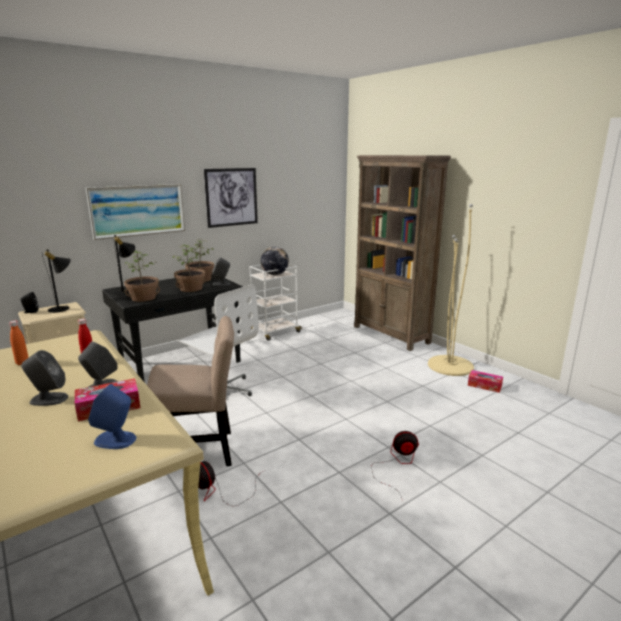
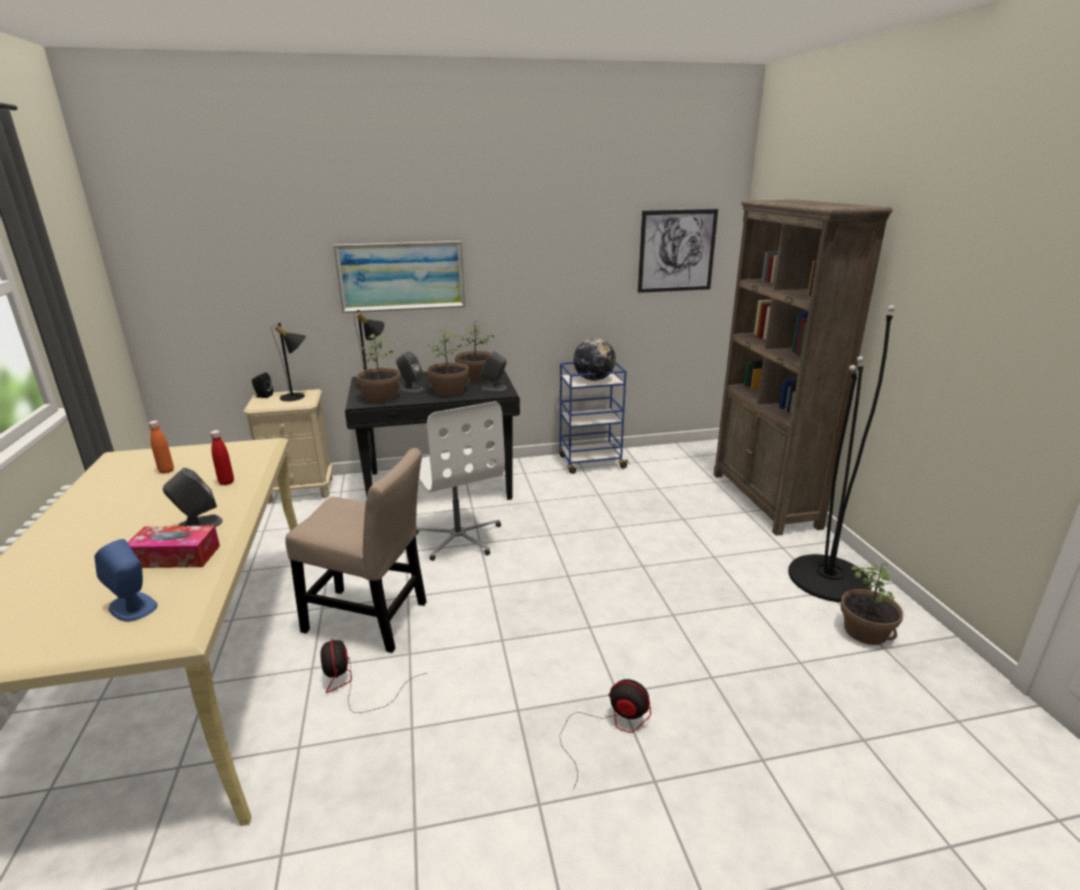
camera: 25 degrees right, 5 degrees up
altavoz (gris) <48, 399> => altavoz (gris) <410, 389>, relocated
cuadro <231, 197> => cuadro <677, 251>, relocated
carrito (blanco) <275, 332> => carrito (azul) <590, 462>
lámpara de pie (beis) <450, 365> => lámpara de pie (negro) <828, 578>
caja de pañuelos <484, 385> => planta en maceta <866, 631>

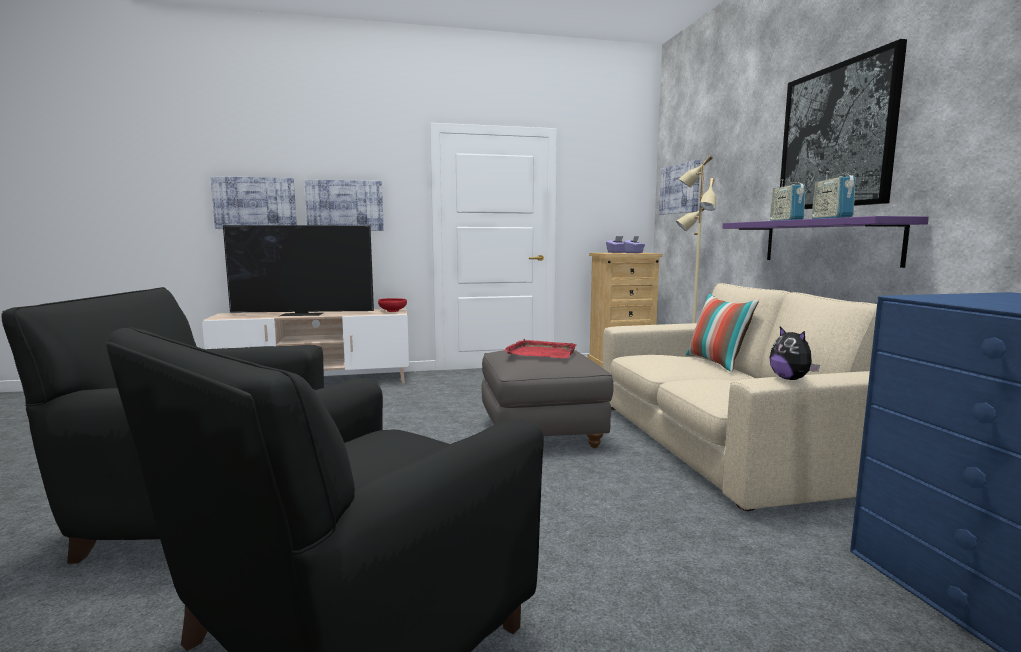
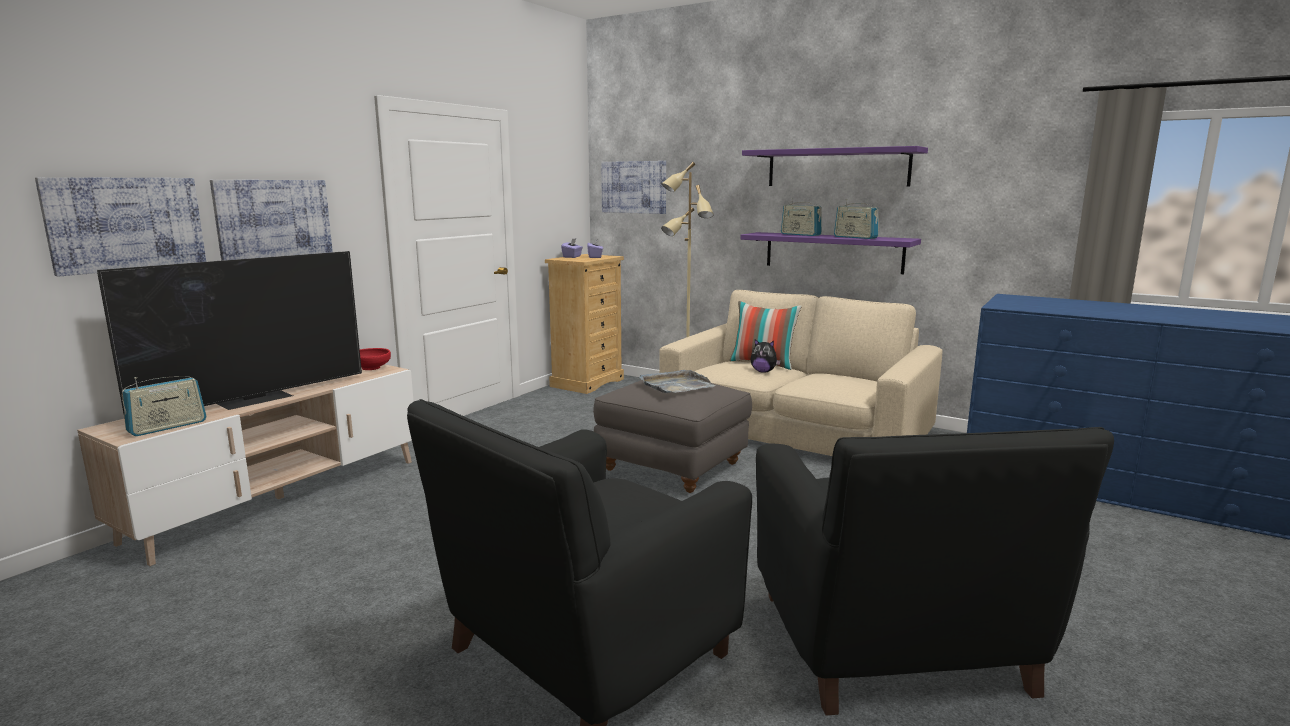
camera: 45 degrees left, 5 degrees up
bandeja (rojo) <541, 353> => bandeja (gris) <676, 385>
peluche <790, 379> => peluche <763, 371>, relocated
cuadro <836, 137> => estante (morado) <837, 168>
nothing => radio <168, 427>

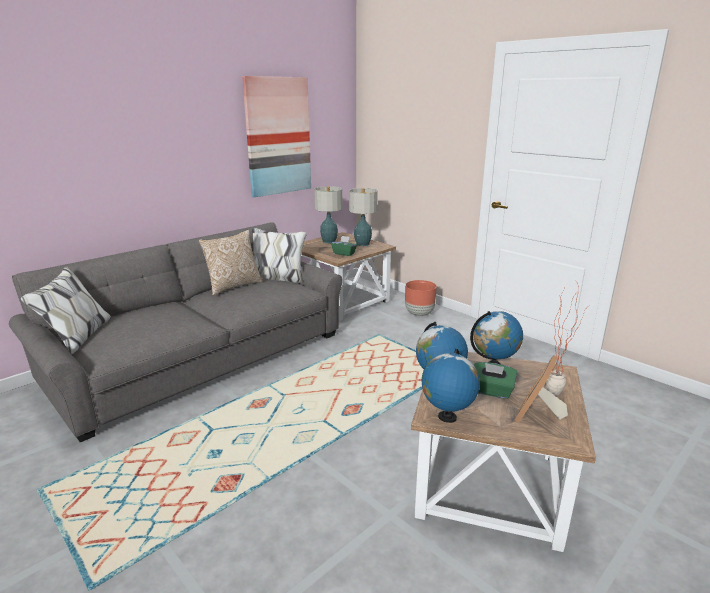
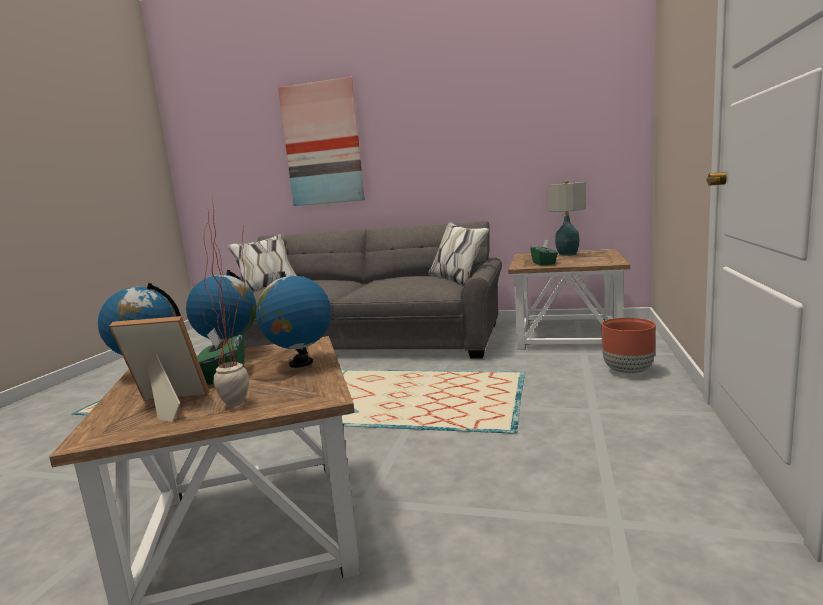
camera: 60 degrees right, 10 degrees down
cojín <233, 286> => nothing
cuadro <278, 136> => cuadro <322, 144>, relocated
lámpara de mesa <362, 244> => nothing

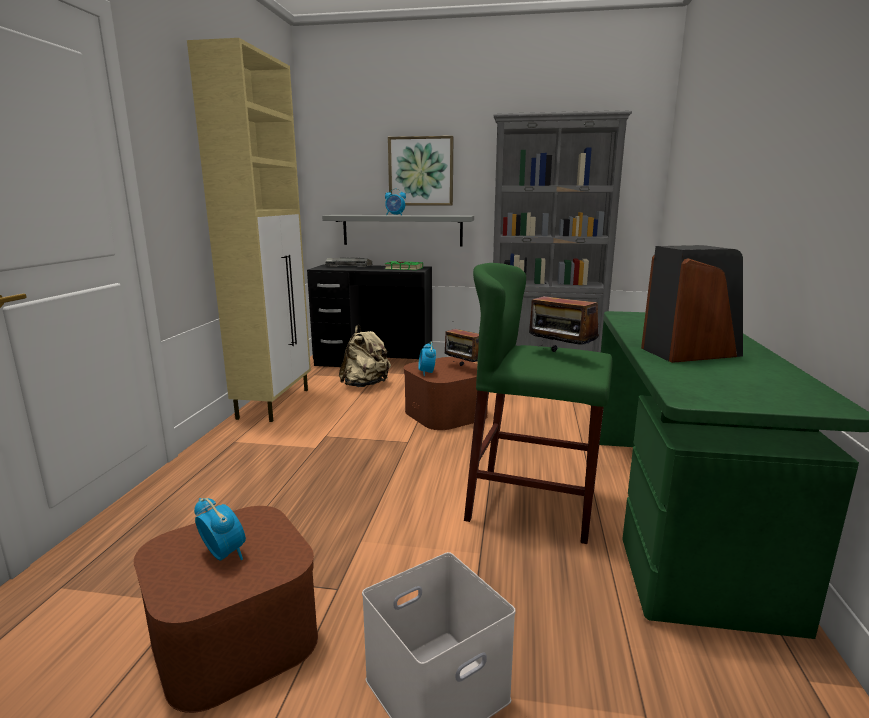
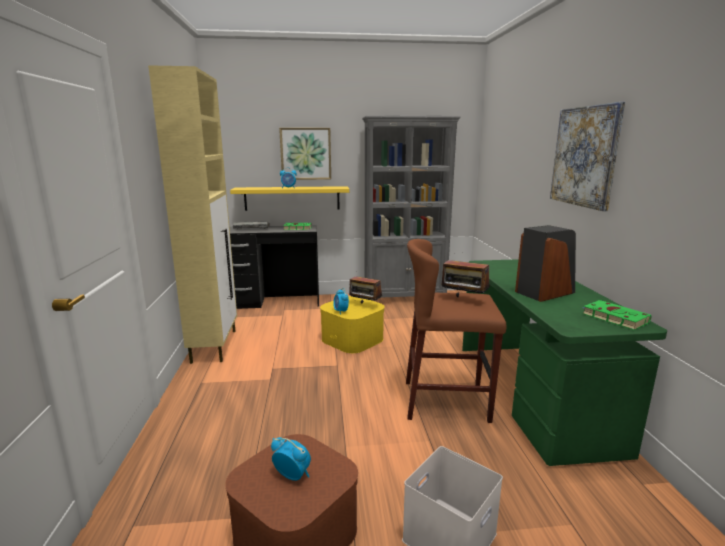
camera: 15 degrees left, 0 degrees up
estante (gris) <402, 230> => estante (amarillo) <292, 198>
mochila (beis) <365, 385> => nothing
caja de almacenaje (marrón) <446, 413> => caja de almacenaje (amarillo) <352, 339>
taburete (verde) <532, 505> => taburete (marrón) <446, 401>
nothing => cuadro <585, 156>
nothing => libro (verde) <613, 317>

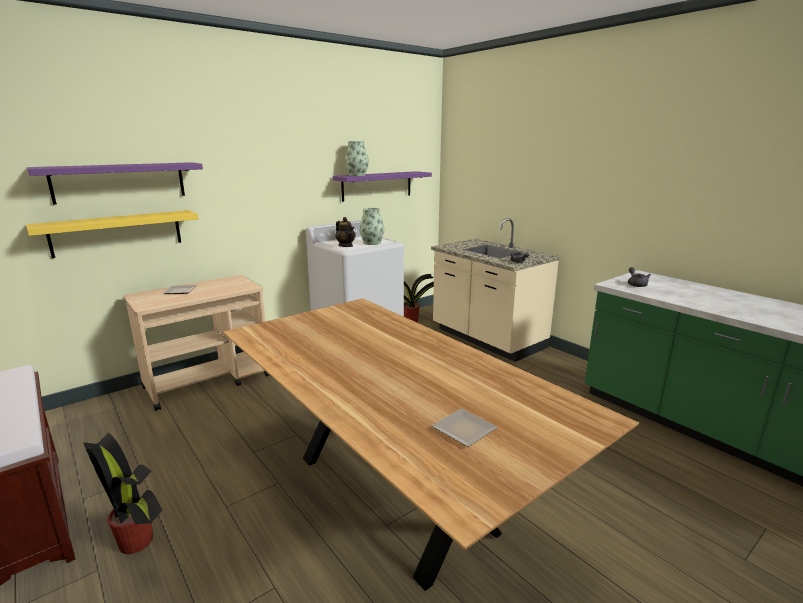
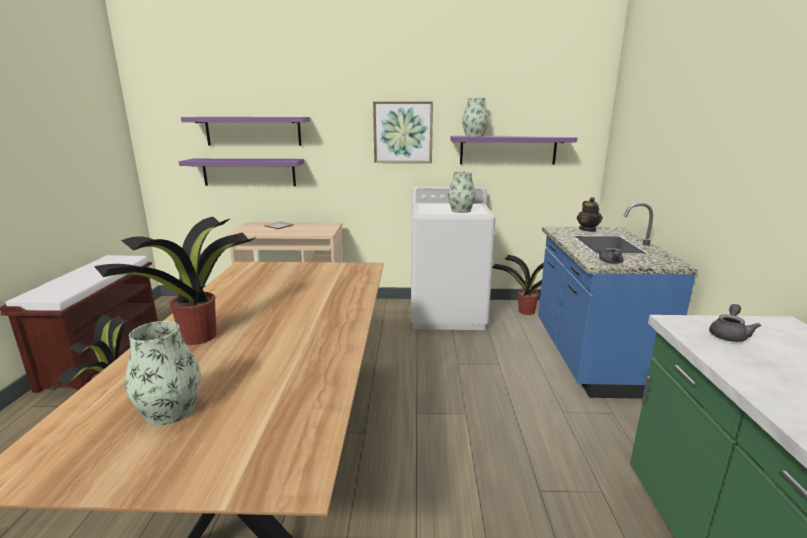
camera: 40 degrees right, 0 degrees up
estante (amarillo) <117, 233> => estante (morado) <249, 172>
tetera <345, 246> => tetera <587, 230>, relocated
mueble bajo de cocina (beis) <487, 339> => mueble bajo de cocina (azul) <590, 358>
plato <464, 431> => florero <170, 410>
nothing => planta en maceta <200, 336>
nothing => cuadro <403, 132>

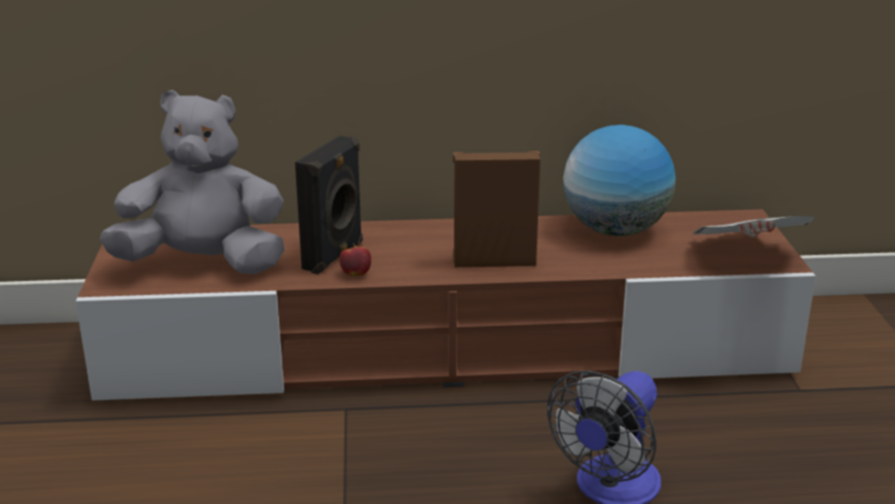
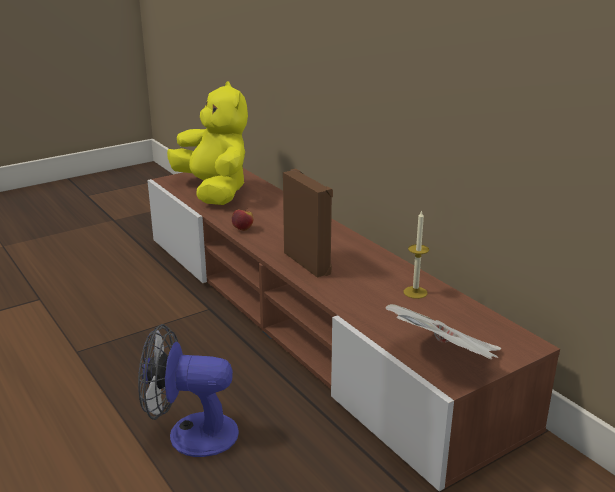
camera: 60 degrees right, 0 degrees up
peluche (gris) <204, 264> => peluche (amarillo) <214, 191>
altavoz (negro) <335, 256> => nothing
globo terráqueo <615, 231> => vela <415, 292>

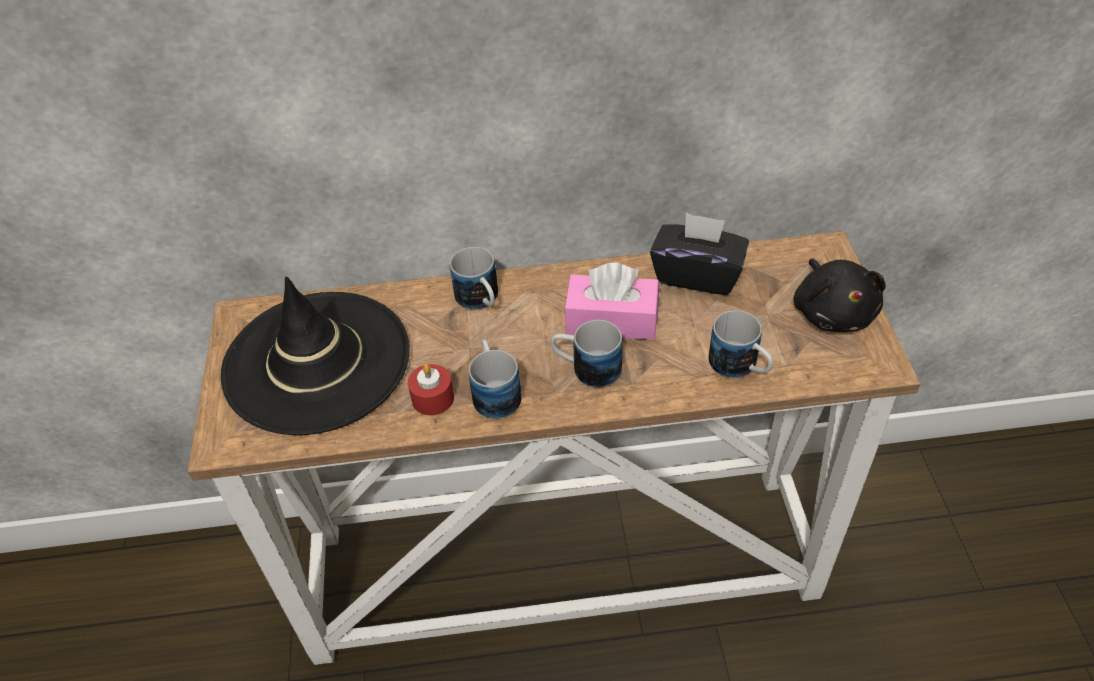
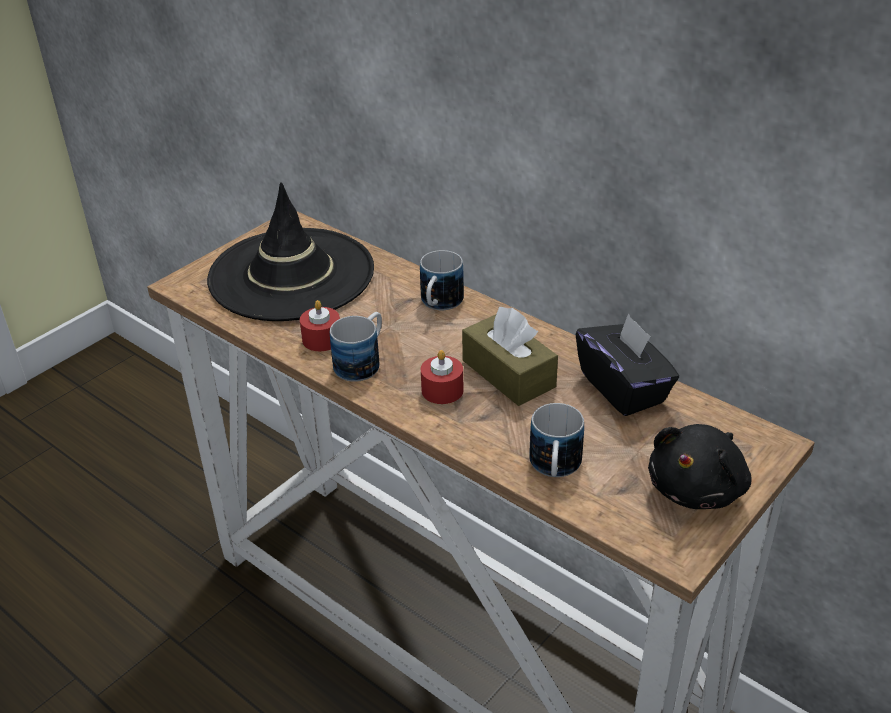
camera: 45 degrees right, 10 degrees down
taza grande <586, 368> => vela (rojo) <442, 390>
caja de pañuelos (rosa) <611, 320> => caja de pañuelos (marrón) <508, 373>

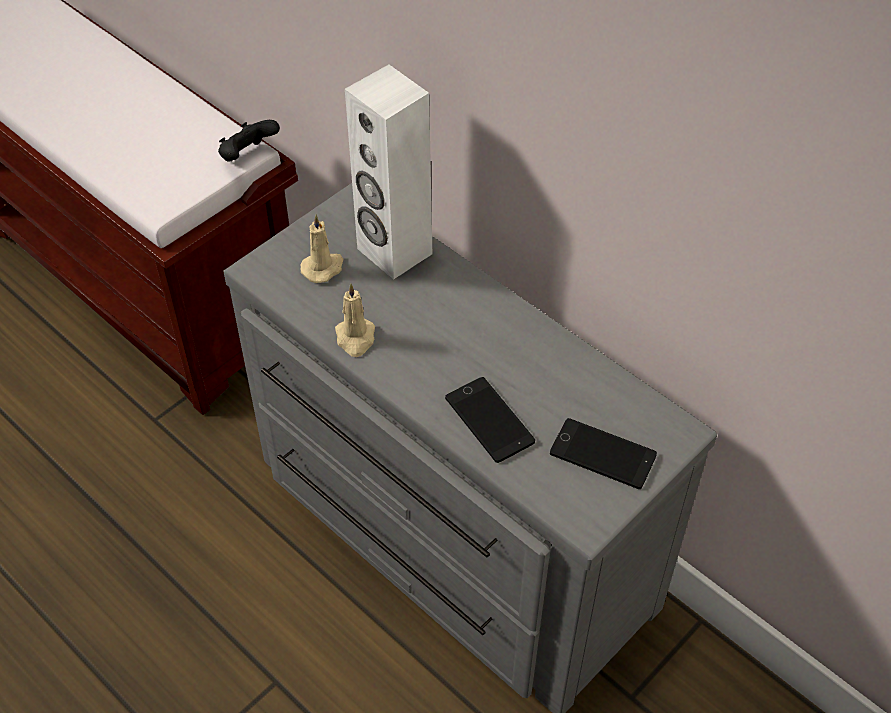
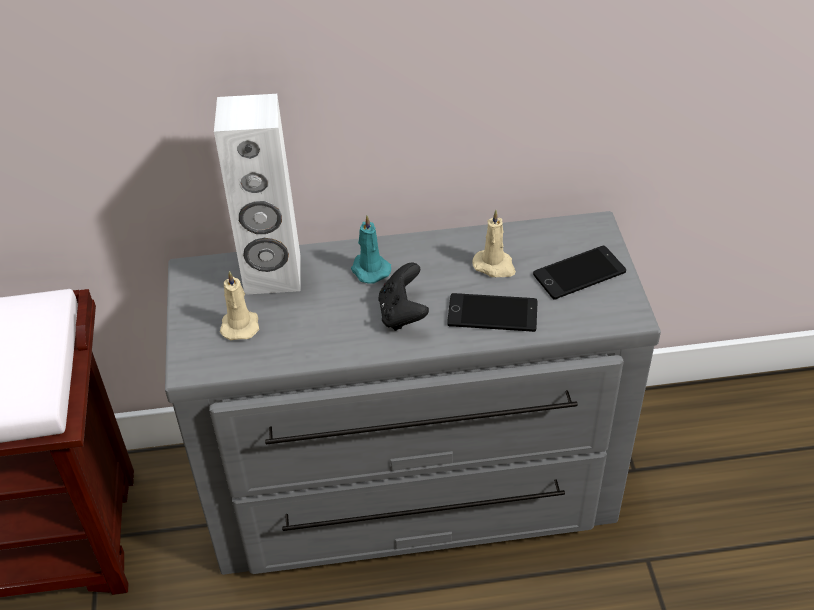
camera: 50 degrees left, 5 degrees down
mando de consola (negro) <248, 156> => mando de consola (negro) <402, 314>, relocated
vela (beis) <355, 338> => vela (beis) <495, 266>, relocated
nothing => vela (turquesa) <369, 269>

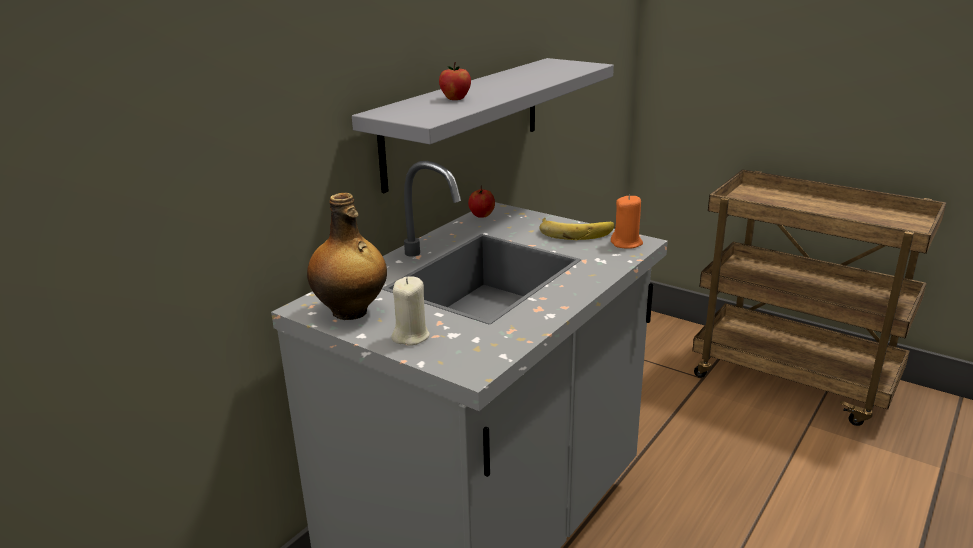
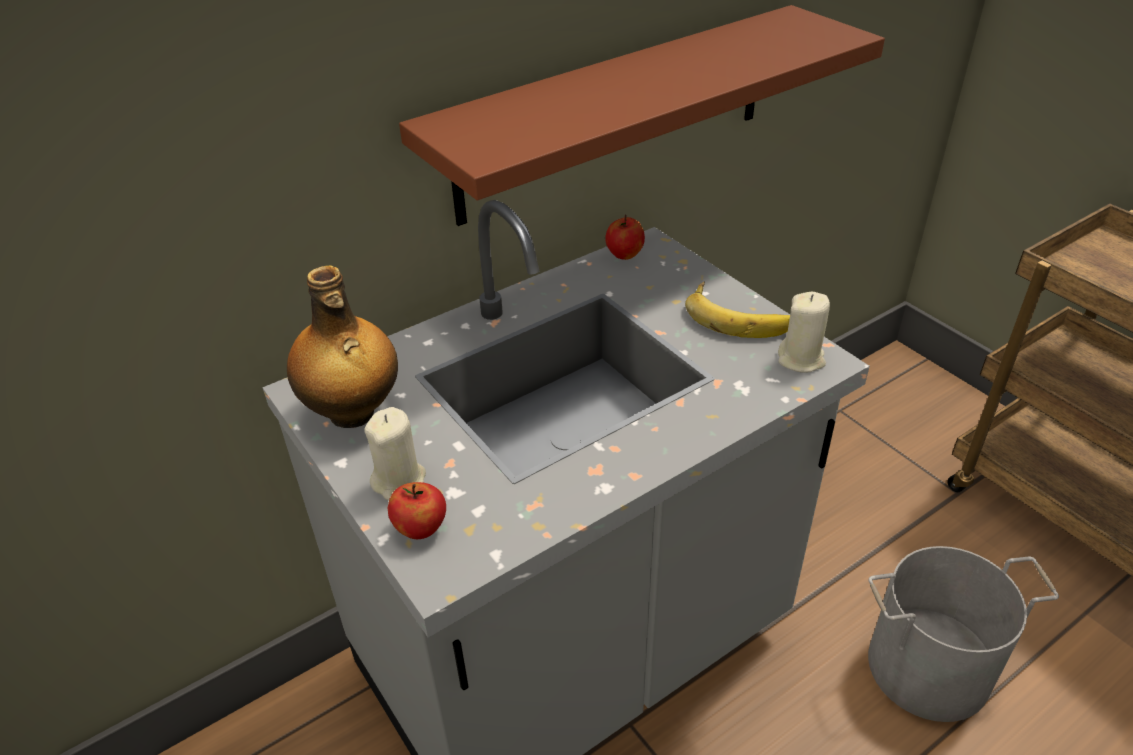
camera: 20 degrees right, 15 degrees up
estante (gris) <465, 120> => estante (marrón) <616, 113>
manzana <455, 98> => manzana <421, 528>, relocated
vela (naranja) <626, 243> => vela (beis) <801, 359>
nothing => cubo (gris) <929, 669>

